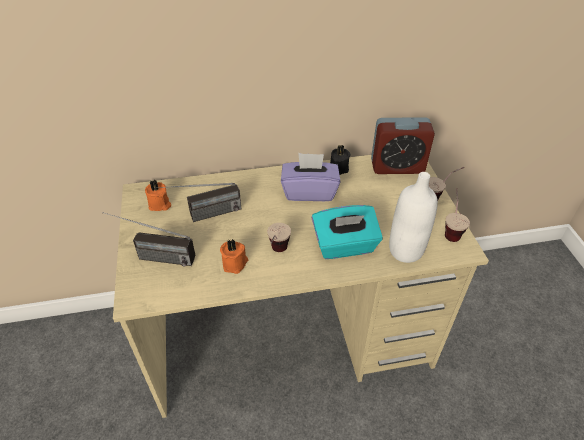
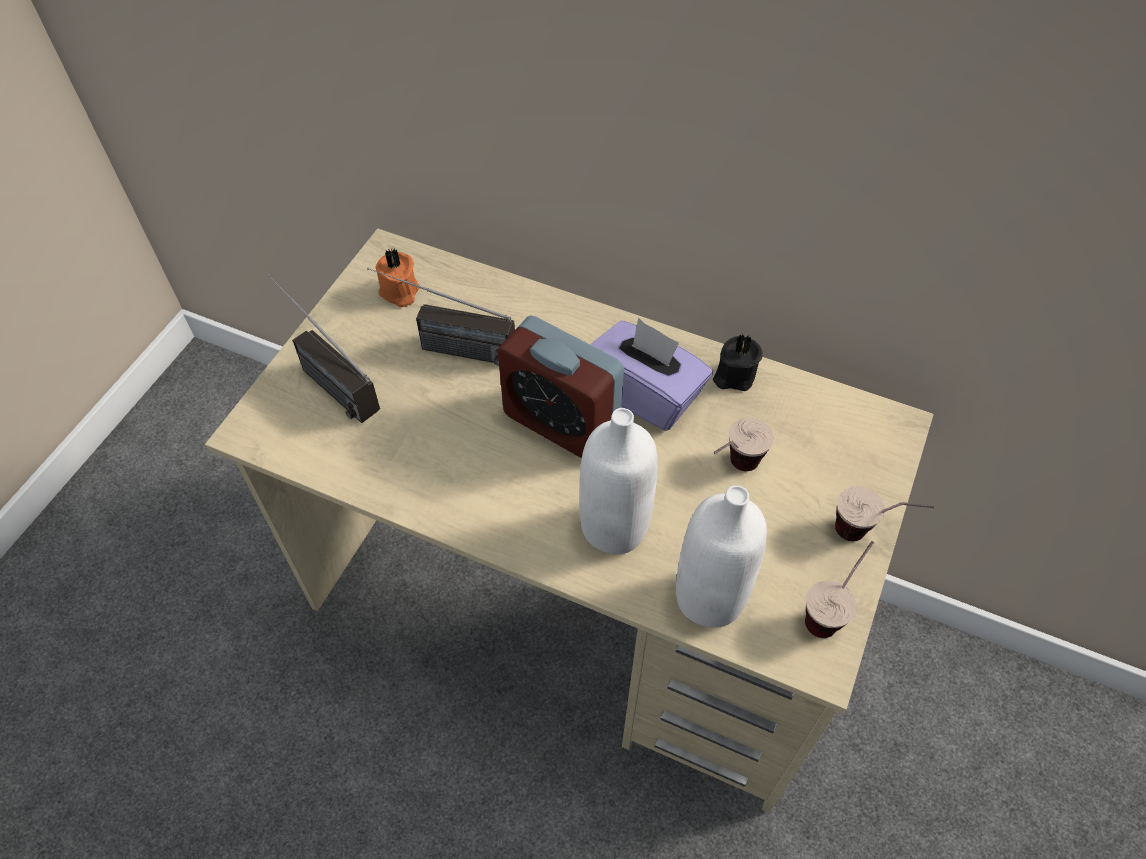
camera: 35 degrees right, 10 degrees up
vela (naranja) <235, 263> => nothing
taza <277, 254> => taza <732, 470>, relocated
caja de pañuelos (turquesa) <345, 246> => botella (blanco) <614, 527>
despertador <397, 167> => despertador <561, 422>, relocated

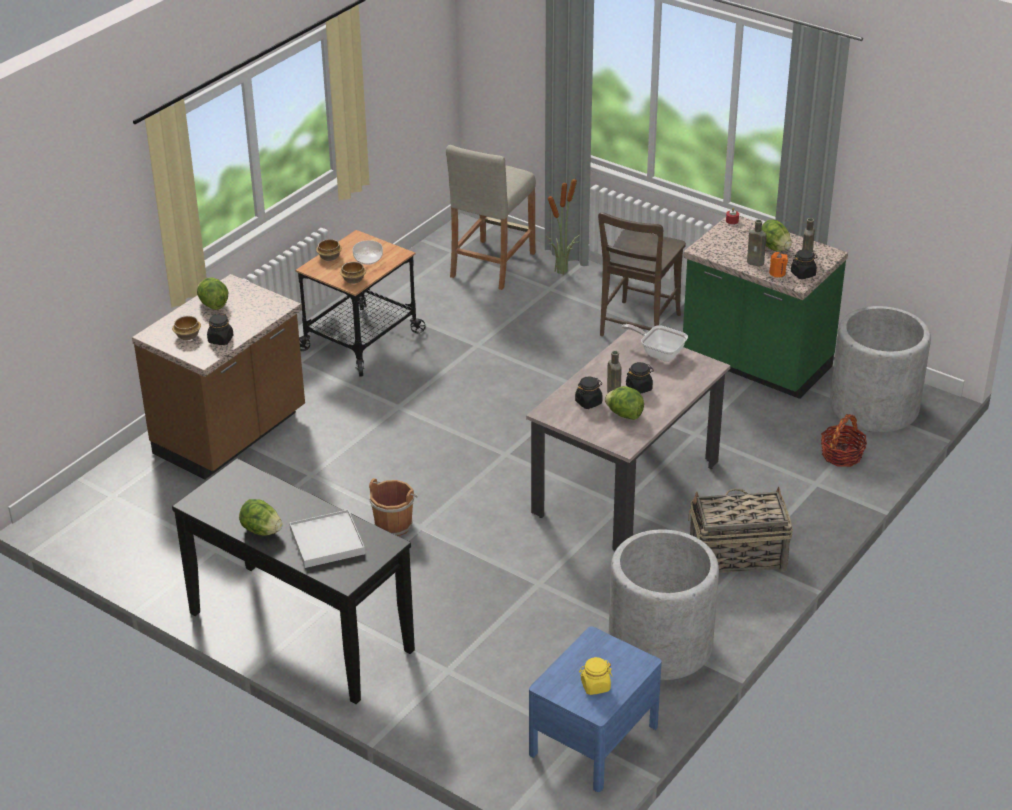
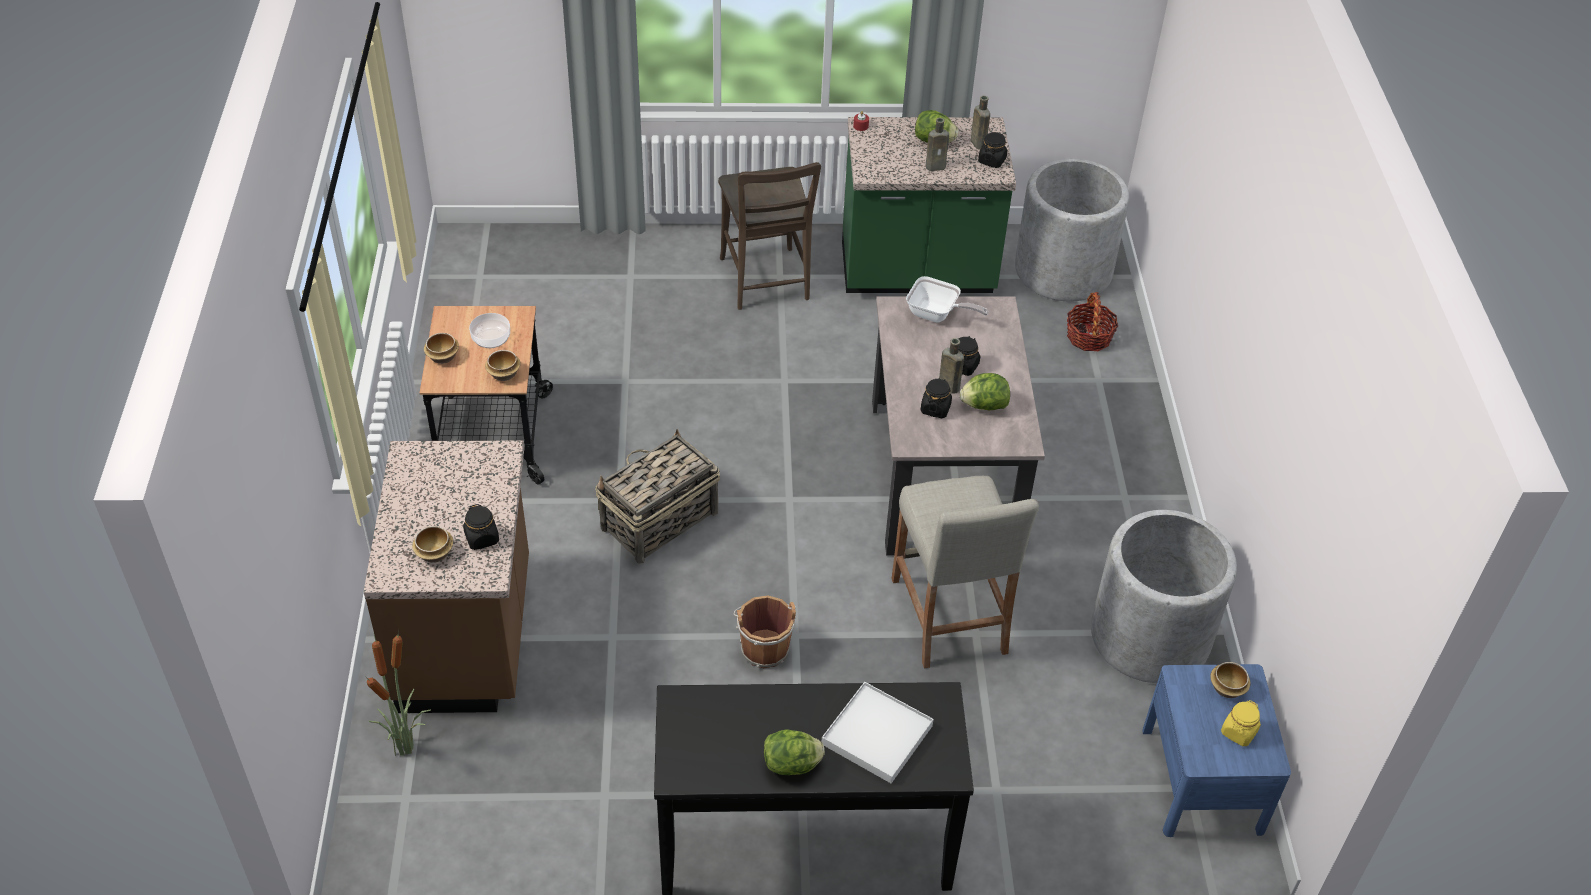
camera: 40 degrees left, 10 degrees up
lechuga <213, 305> => nothing
taburete (beis) <492, 264> => taburete (beis) <949, 615>, relocated
planta en maceta <562, 271> => planta en maceta <407, 748>, relocated
sartén <659, 353> => sartén <937, 314>, 150 degrees counterclockwise
cesta <736, 556> => cesta <658, 521>, relocated
vela (naranja) <777, 273> => nothing
nothing => cuenco <1226, 688>

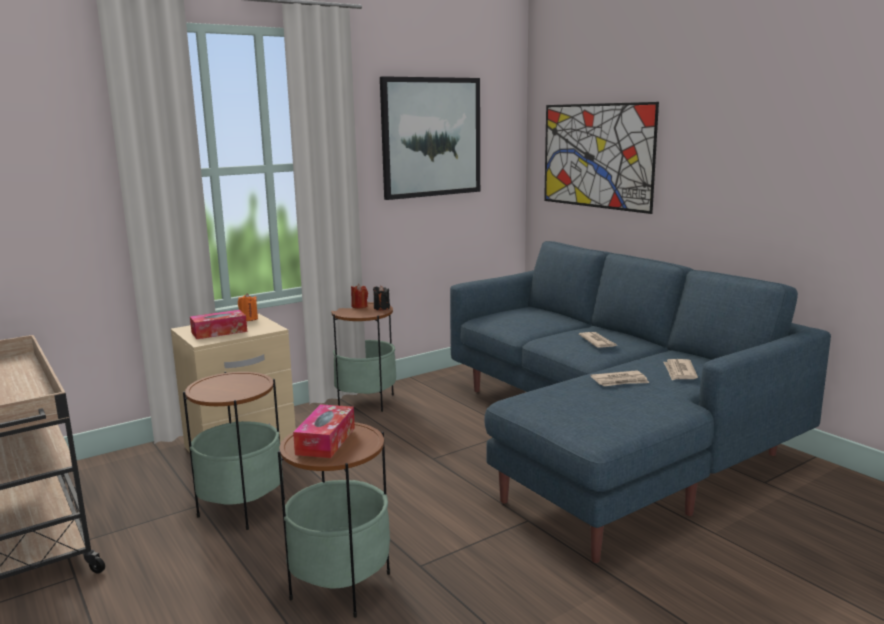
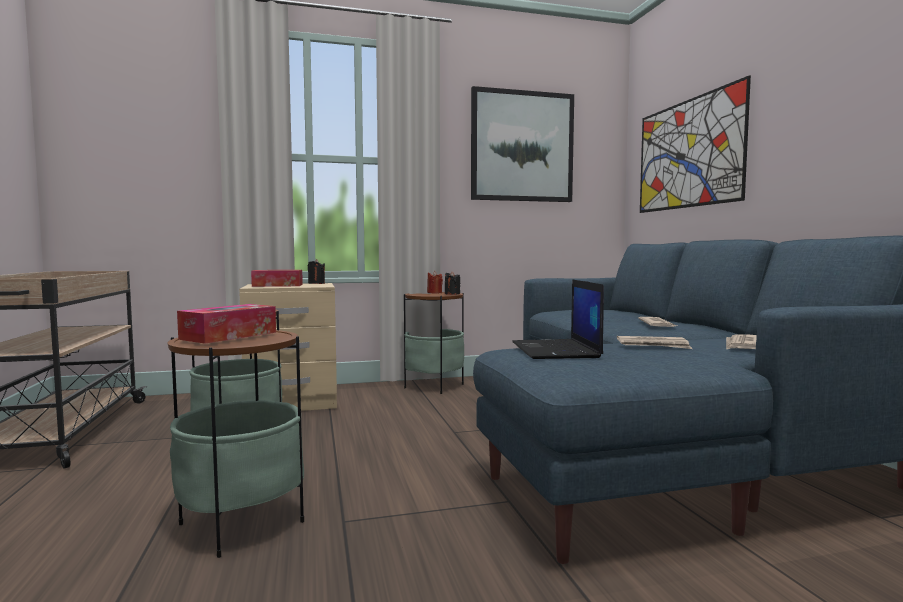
camera: 20 degrees right, 10 degrees down
vela (naranja) <248, 319> => vela (negro) <316, 283>
nothing => portátil <556, 350>

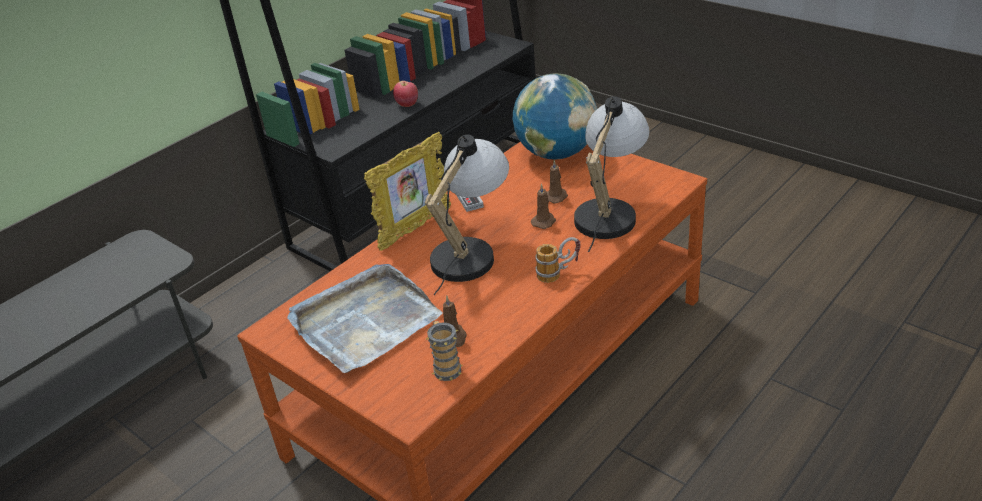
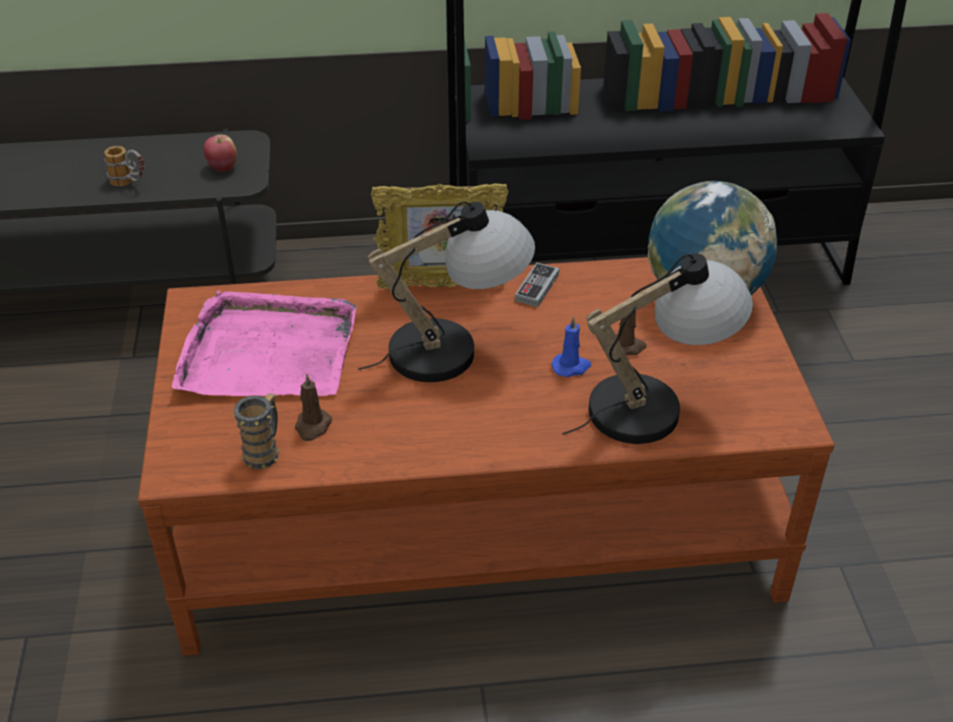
camera: 40 degrees right, 5 degrees up
bandeja (gris) <364, 322> => bandeja (rosa) <268, 352>
manzana <407, 104> => manzana <222, 167>, relocated
vela (marrón) <544, 221> => vela (azul) <571, 367>
taza grande <558, 273> => taza grande <130, 183>, relocated

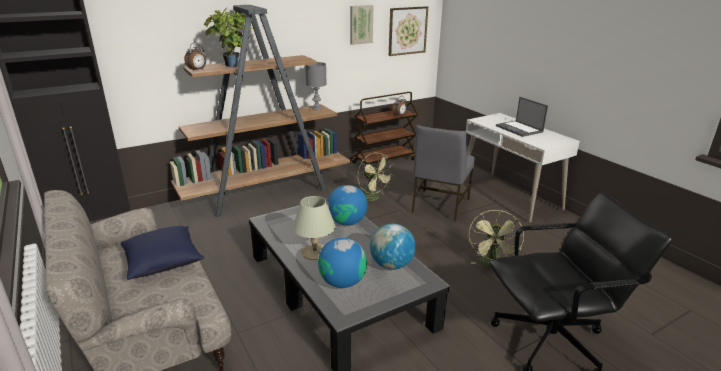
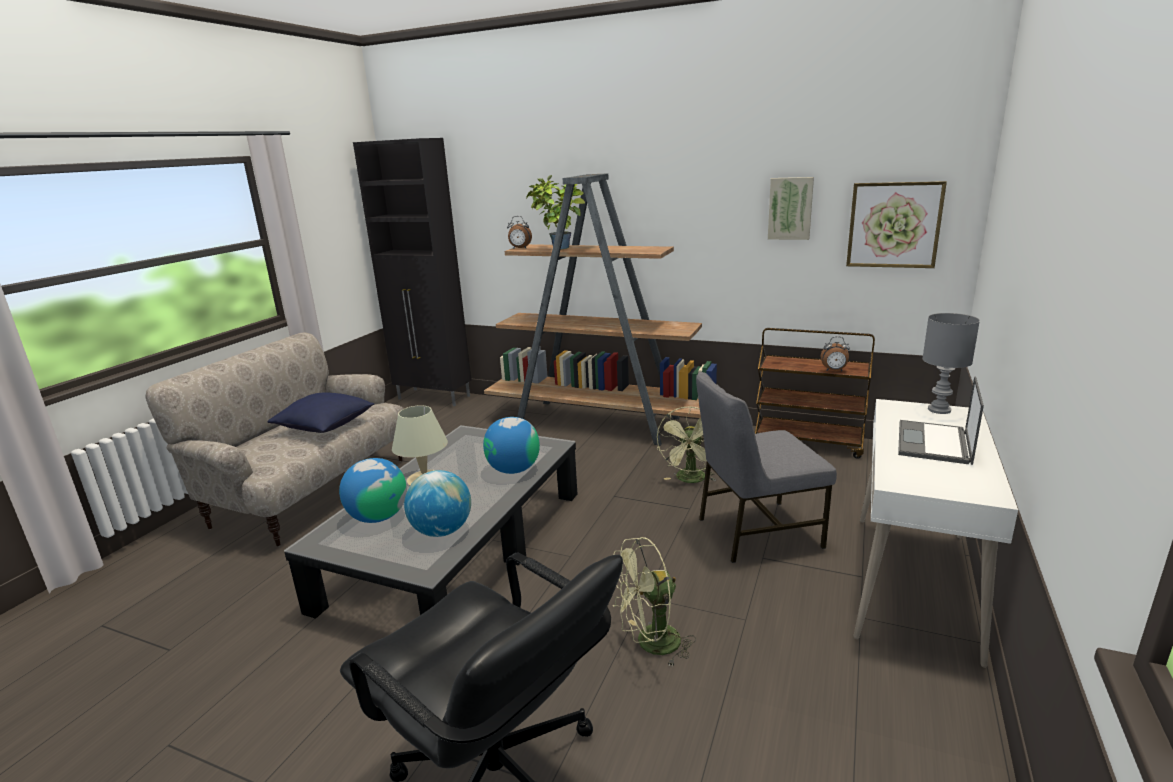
camera: 55 degrees right, 5 degrees down
lámpara de mesa (gris) <316, 108> => lámpara de mesa (gris) <938, 409>, relocated

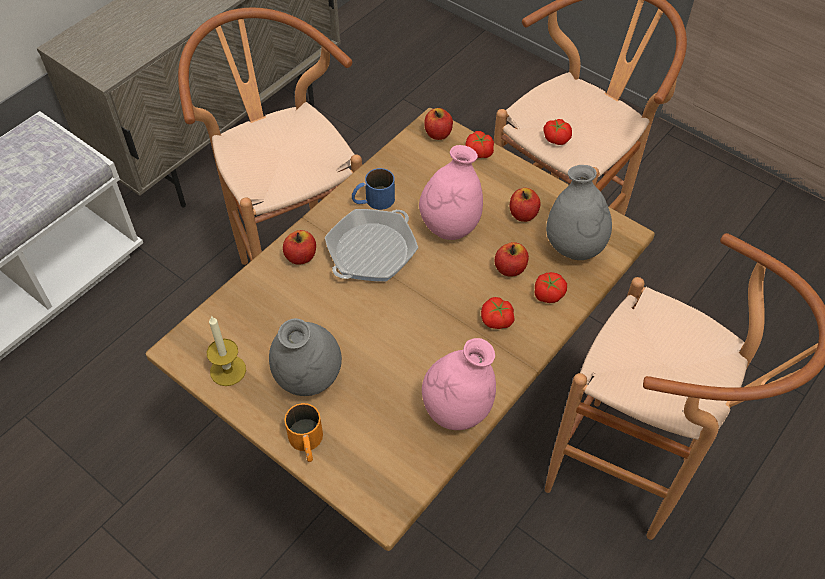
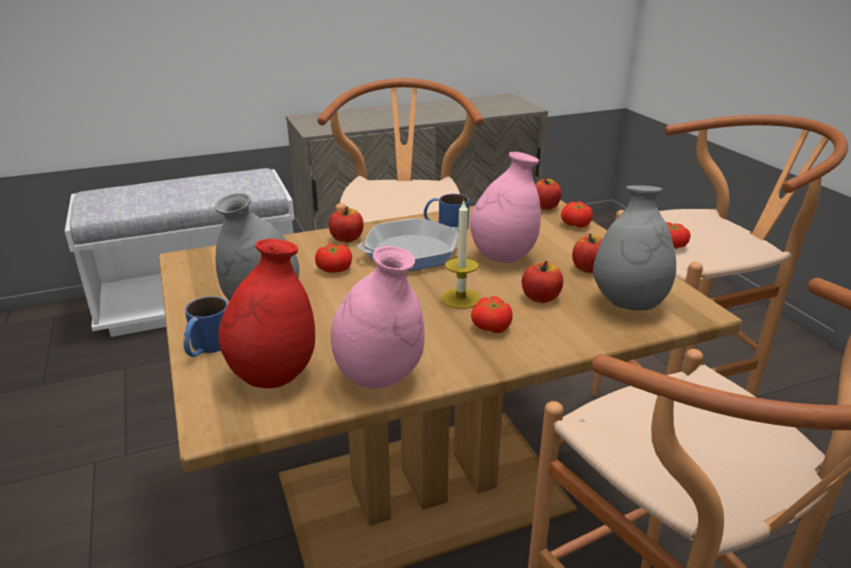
camera: 30 degrees right, 25 degrees down
vela <228, 370> => vela <460, 298>, relocated
taza grande (naranja) <307, 443> => taza grande (azul) <206, 347>
tomate <548, 294> => tomate <334, 268>, relocated
nothing => florero (rojo) <273, 375>

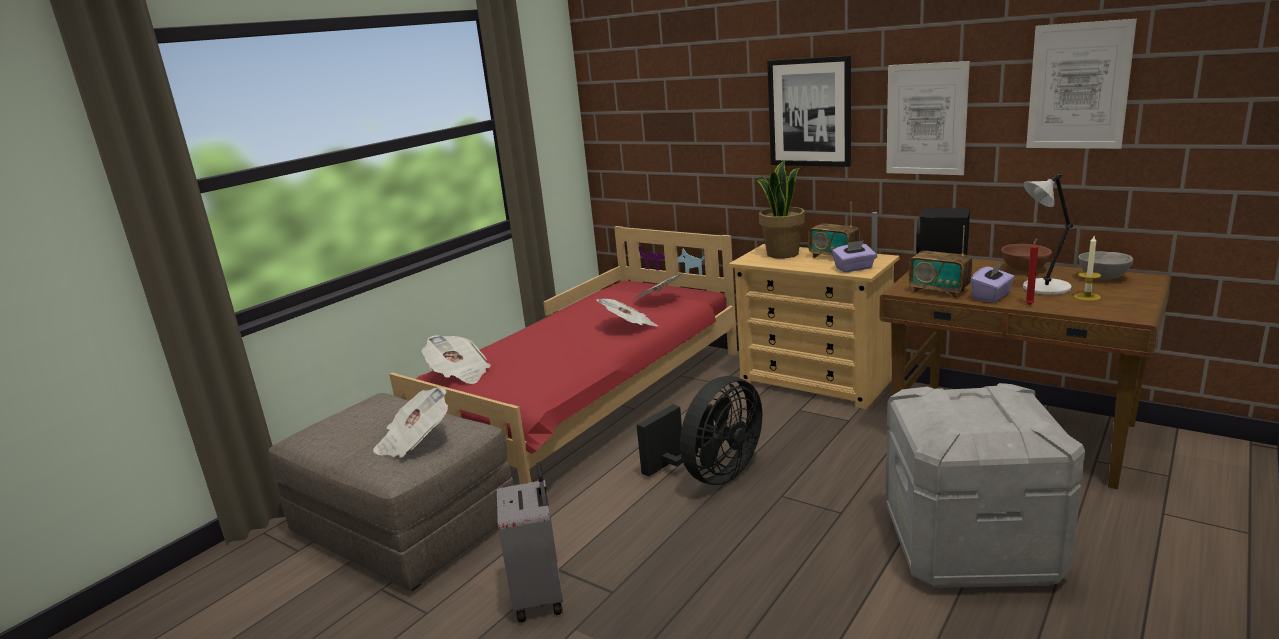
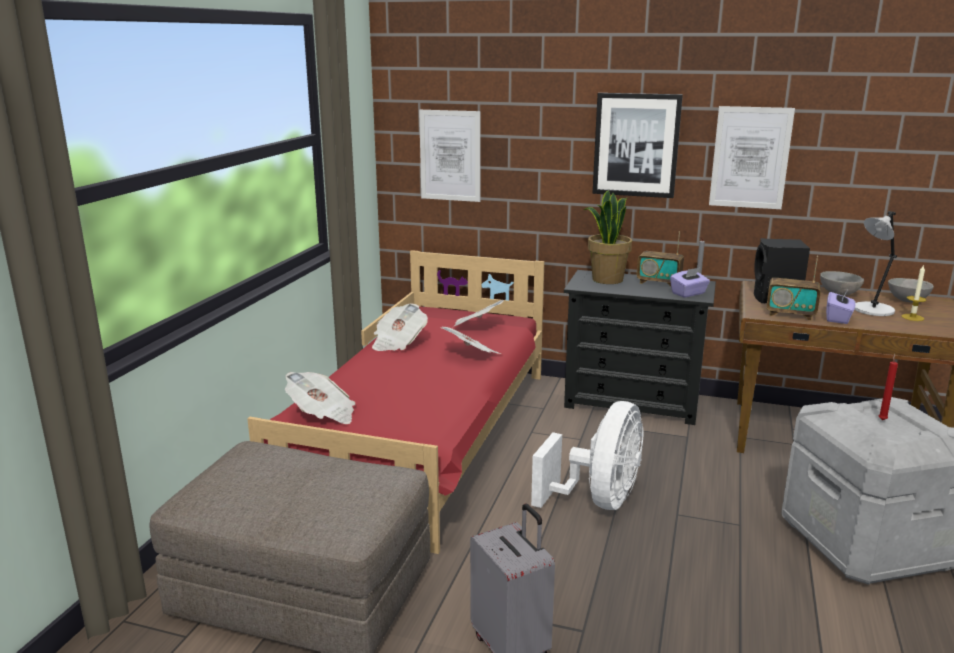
camera: 20 degrees left, 0 degrees up
periódico <414, 442> => periódico <398, 342>, relocated
ventilador (negro) <711, 475> => ventilador (blanco) <598, 500>
cómoda (beis) <815, 382> => cómoda (negro) <633, 402>
cuenco (marrón) <1024, 269> => cuenco (gris) <839, 293>
vela (rojo) <1030, 304> => vela (rojo) <882, 419>, relocated
cuadro <1078, 86> => cuadro <450, 155>, relocated

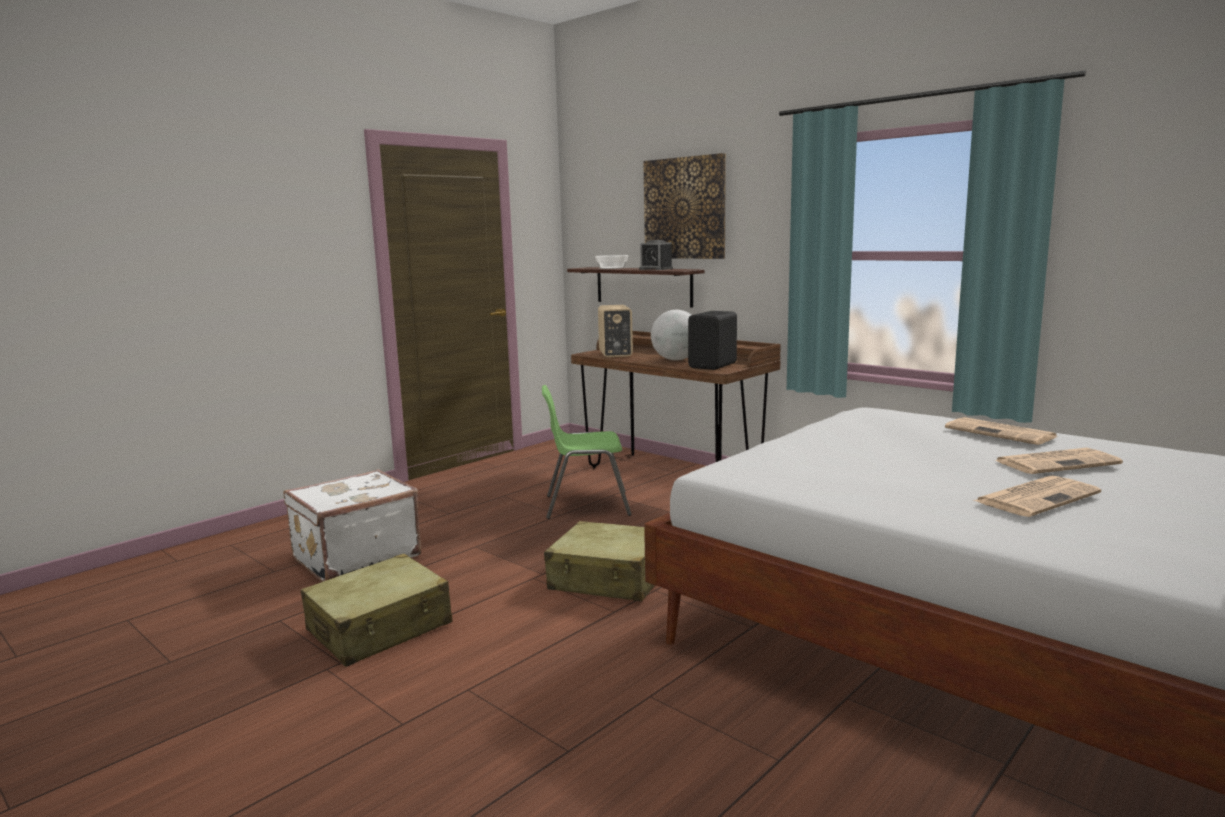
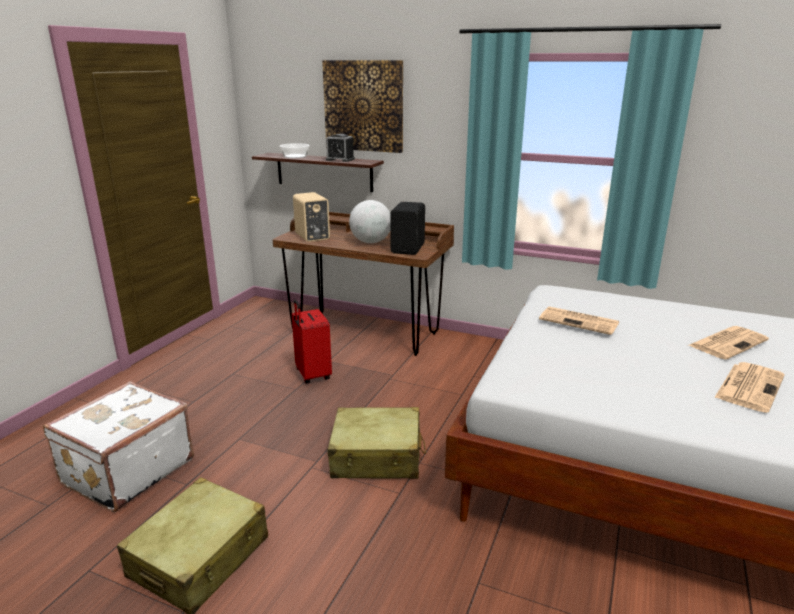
camera: 20 degrees left, 10 degrees up
silla (verde) <585, 505> => maleta (rojo) <312, 375>
periódico <1001, 433> => periódico <580, 321>, relocated

